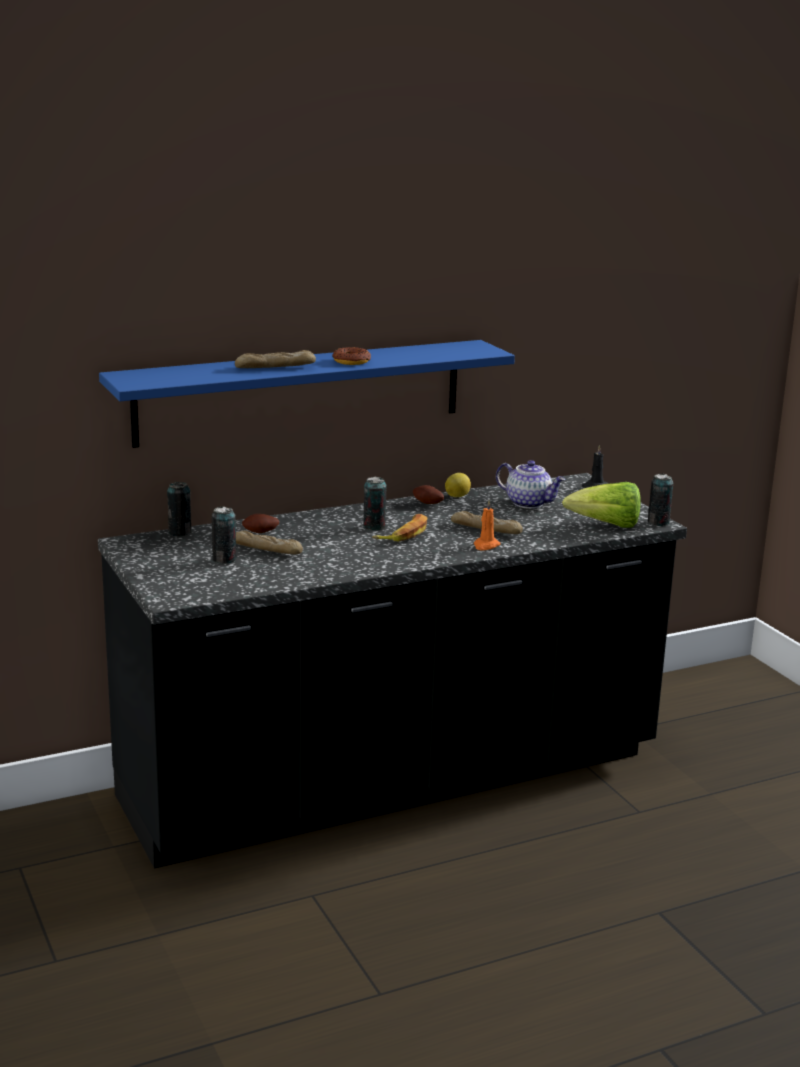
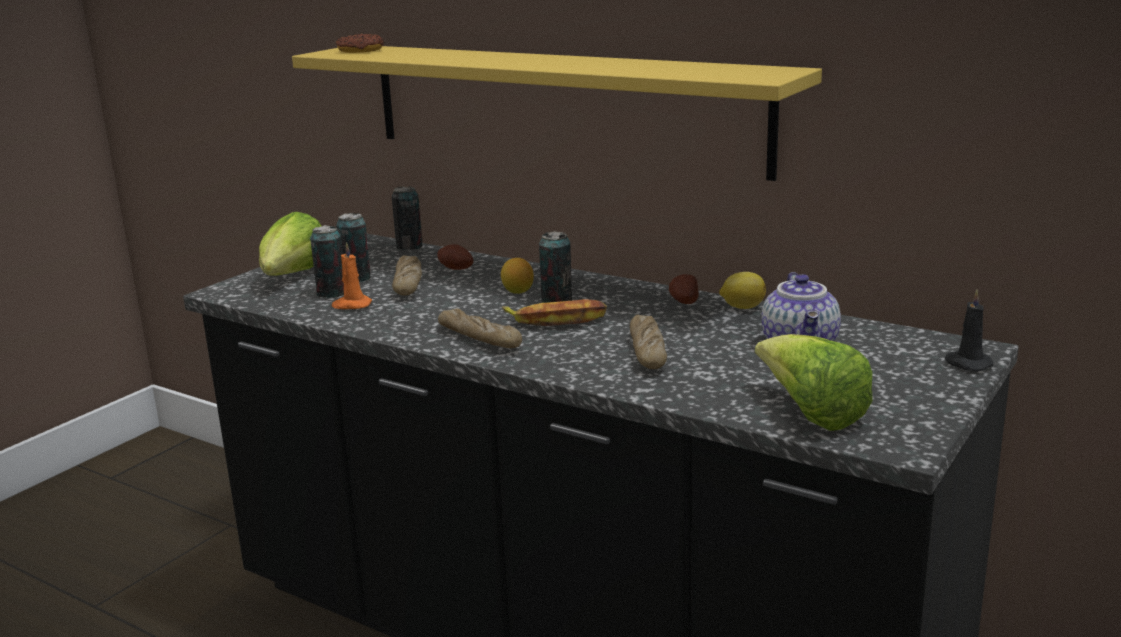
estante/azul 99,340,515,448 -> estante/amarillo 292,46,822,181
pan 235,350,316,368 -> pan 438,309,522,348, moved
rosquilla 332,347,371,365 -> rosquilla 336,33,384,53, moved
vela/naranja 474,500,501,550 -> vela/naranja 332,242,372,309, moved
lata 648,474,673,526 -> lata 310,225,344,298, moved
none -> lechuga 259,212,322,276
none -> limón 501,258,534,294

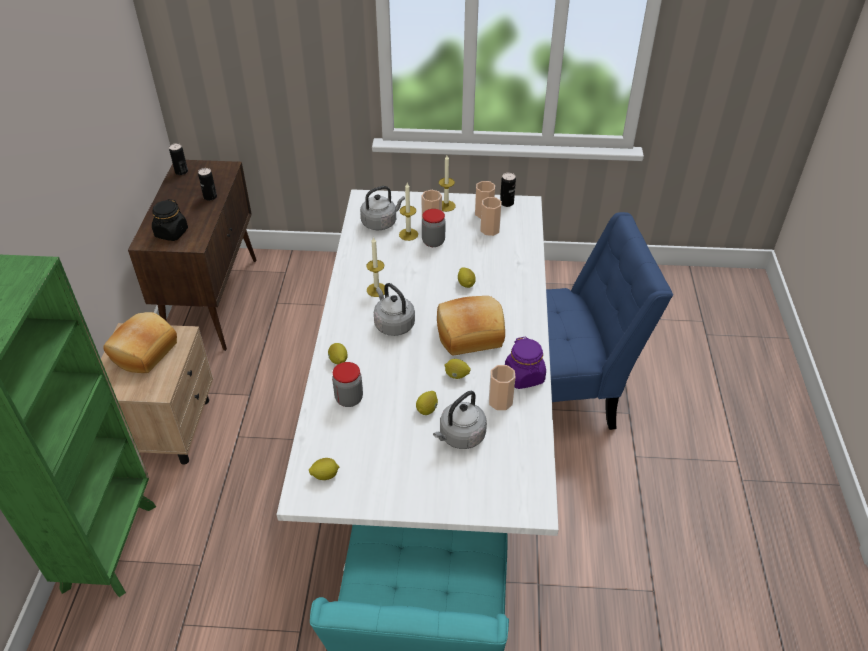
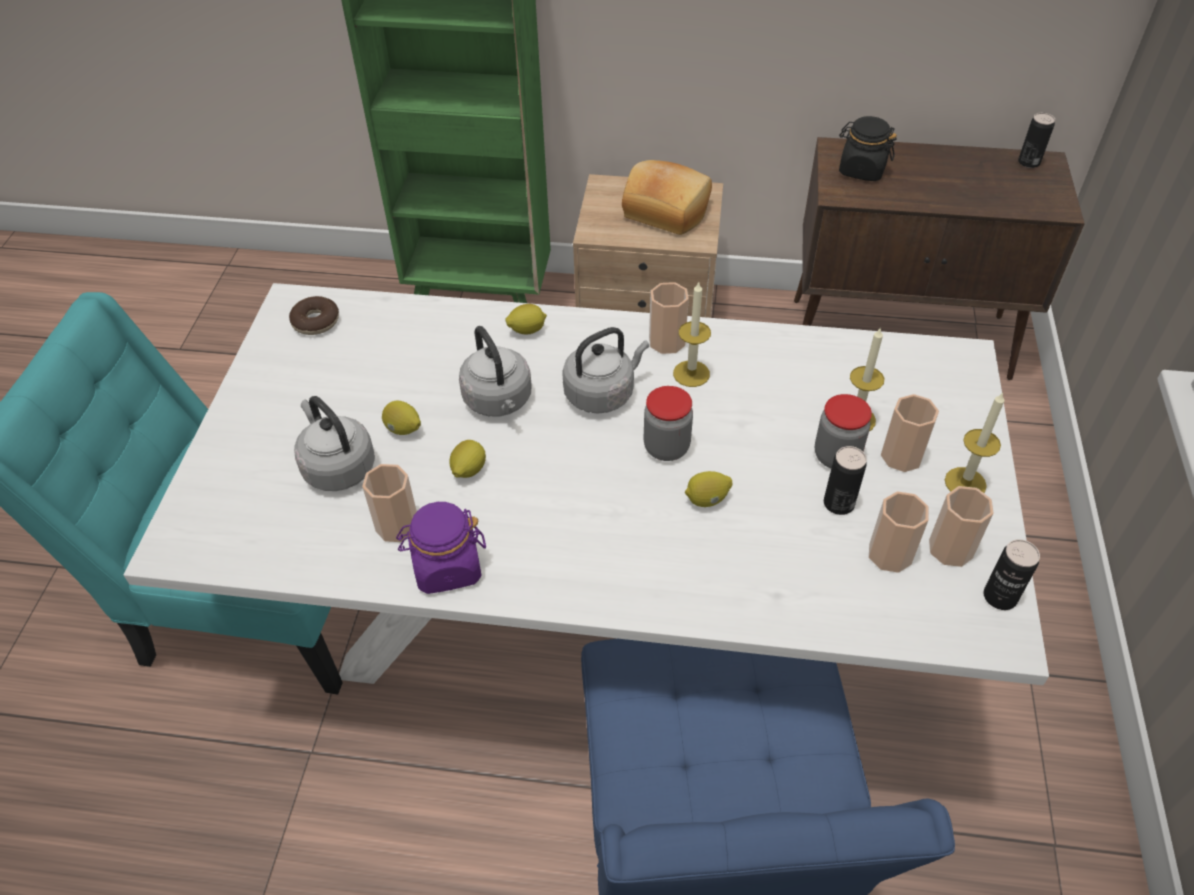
lata 198,168,217,201 -> lata 824,446,867,515, moved
limón 309,458,339,480 -> rosquilla 289,296,339,335
tarro 332,362,363,407 -> tarro 644,386,693,461, moved
hervidor/gris 360,186,405,230 -> hervidor/gris 459,326,532,417, moved
pan 437,296,505,356 -> none
none -> taza 649,282,689,354

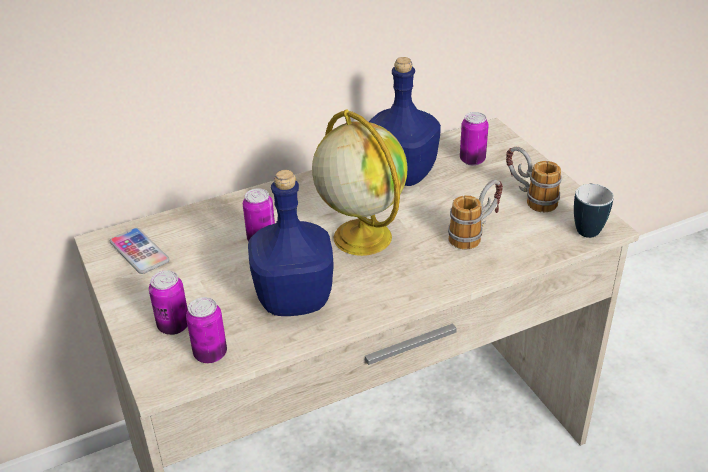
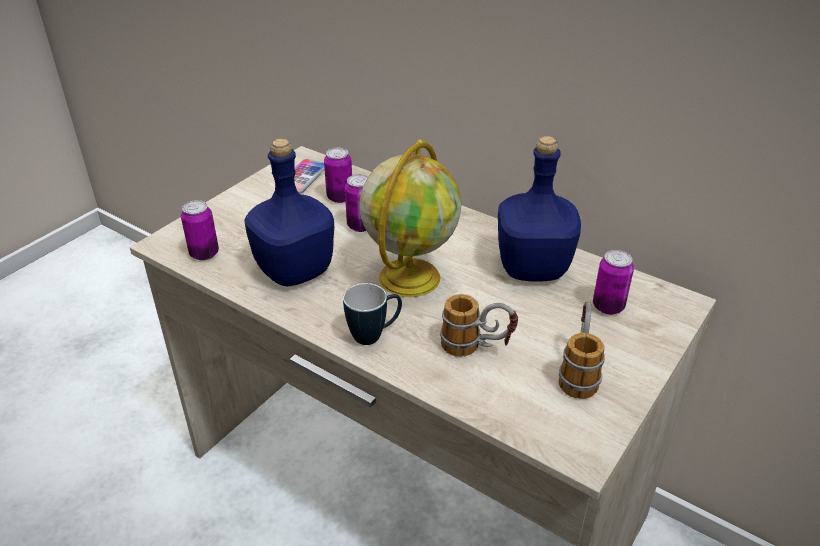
lata 149,270,188,335 -> lata 324,148,352,203, moved
taza grande 574,183,614,238 -> taza grande 343,283,402,345, moved

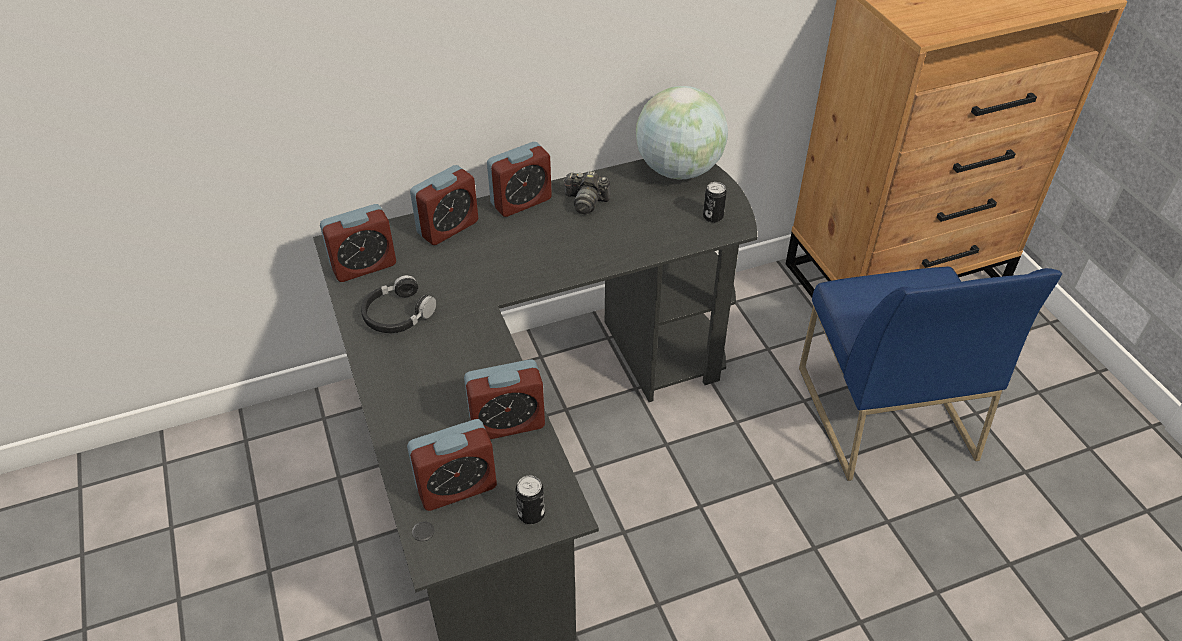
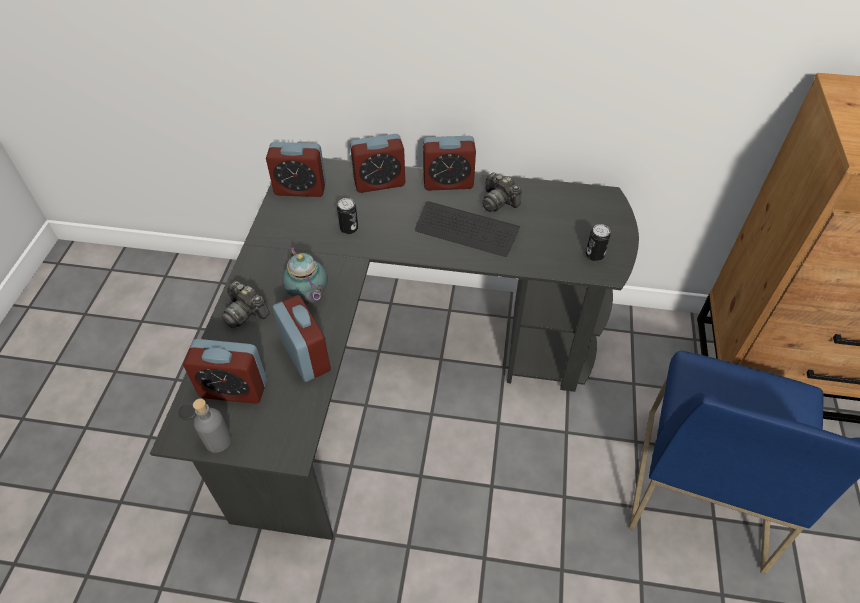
auriculares/negro 361,275,436,333 -> none
despertador 464,359,545,439 -> despertador 272,295,331,382, 135 degrees counterclockwise
lata 515,476,545,524 -> lata 337,198,358,234, moved
globo terráqueo 636,86,728,179 -> none
none -> botella/gris 193,398,232,453
none -> cámara 221,280,270,328
none -> tetera 282,247,328,304
none -> teclado 415,201,520,257

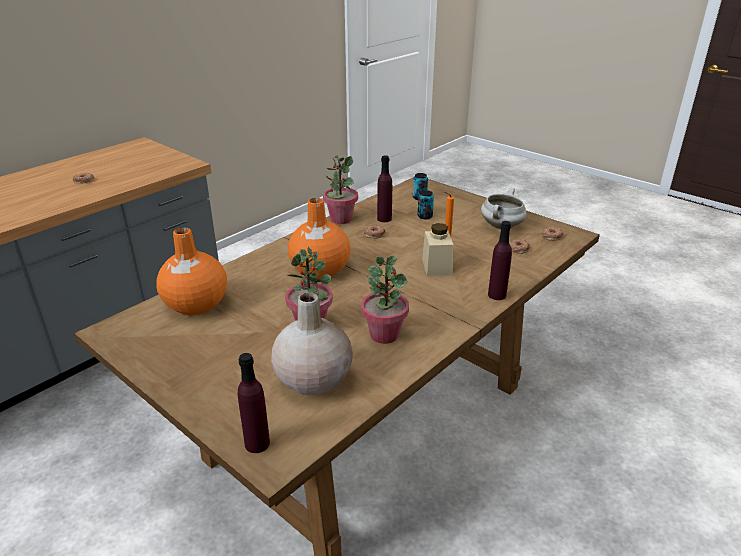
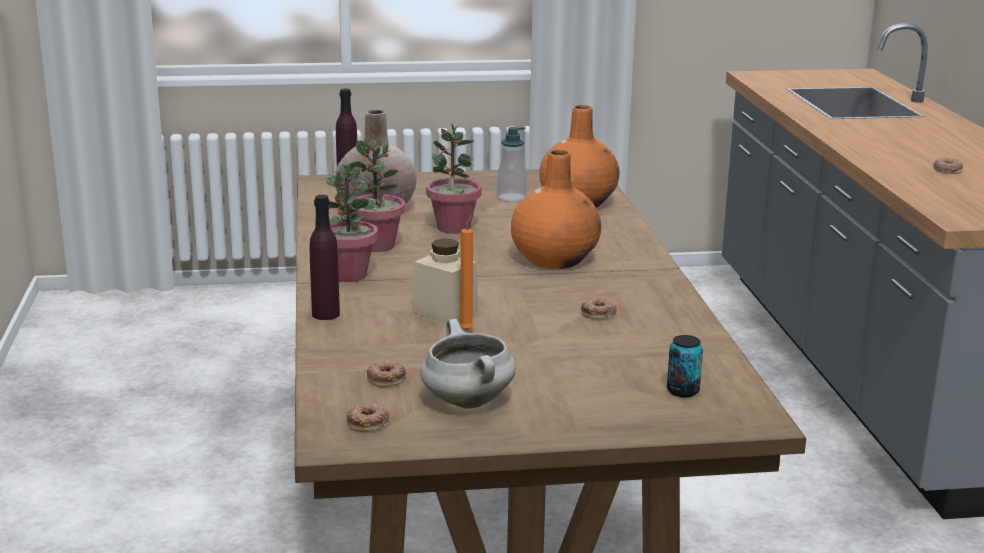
planta en maceta 323,155,358,224 -> planta en maceta 326,165,378,282, moved
botella/morado 377,156,392,222 -> none
lata 418,190,434,219 -> none
none -> dispensador de jabón 497,127,527,201

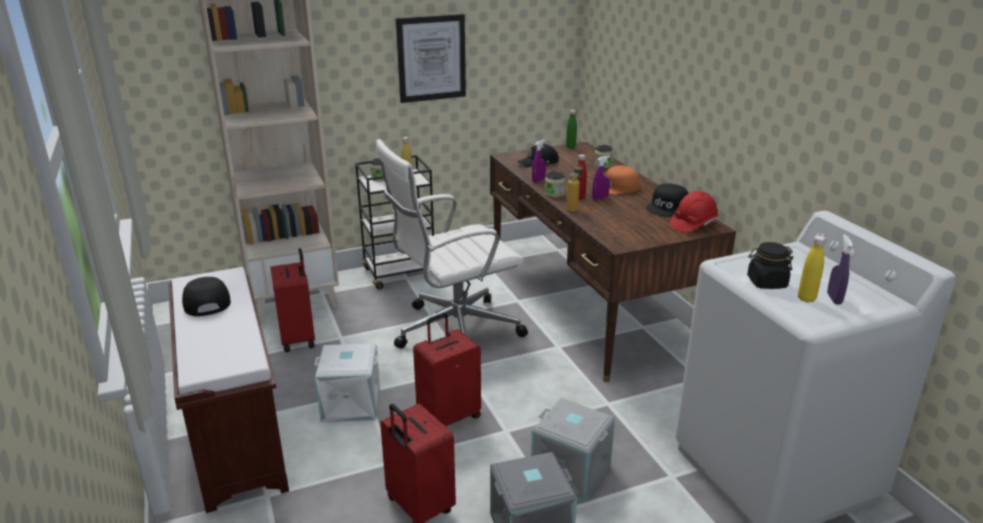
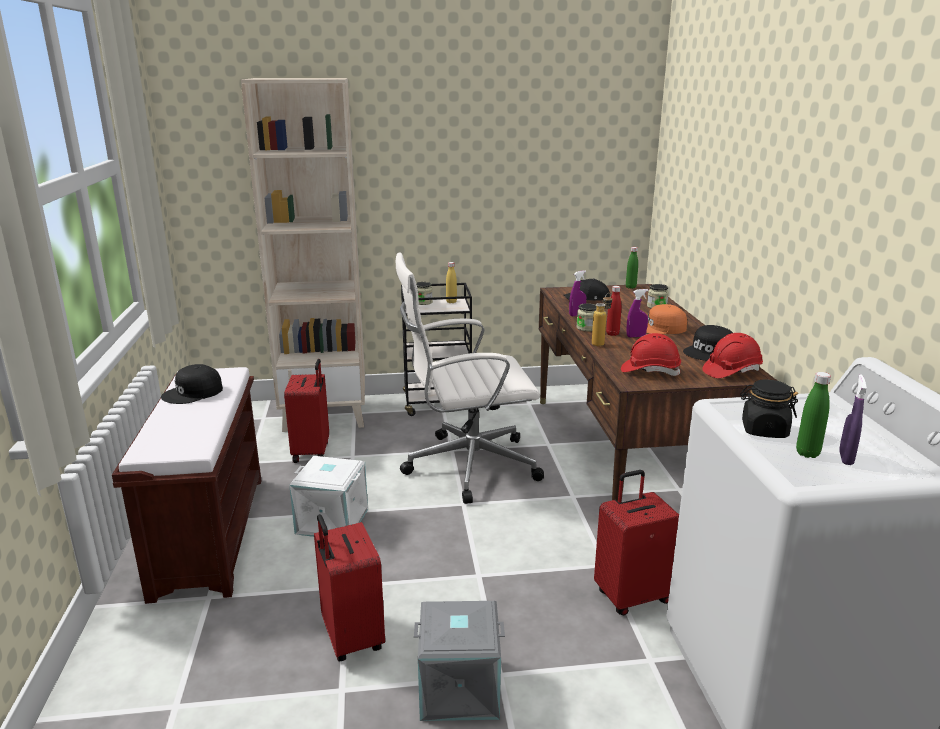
gorra/negro 182,277,231,316 -> gorra/negro 161,364,223,404, 120 degrees counterclockwise
cuadro 396,14,466,103 -> none
maleta/rojo 413,313,481,427 -> maleta/rojo 594,470,679,615, moved
caja de almacenaje/gris 531,398,615,502 -> none
botella/amarillo 798,236,826,303 -> botella/verde 796,372,831,458
none -> casco/rojo 621,333,681,376

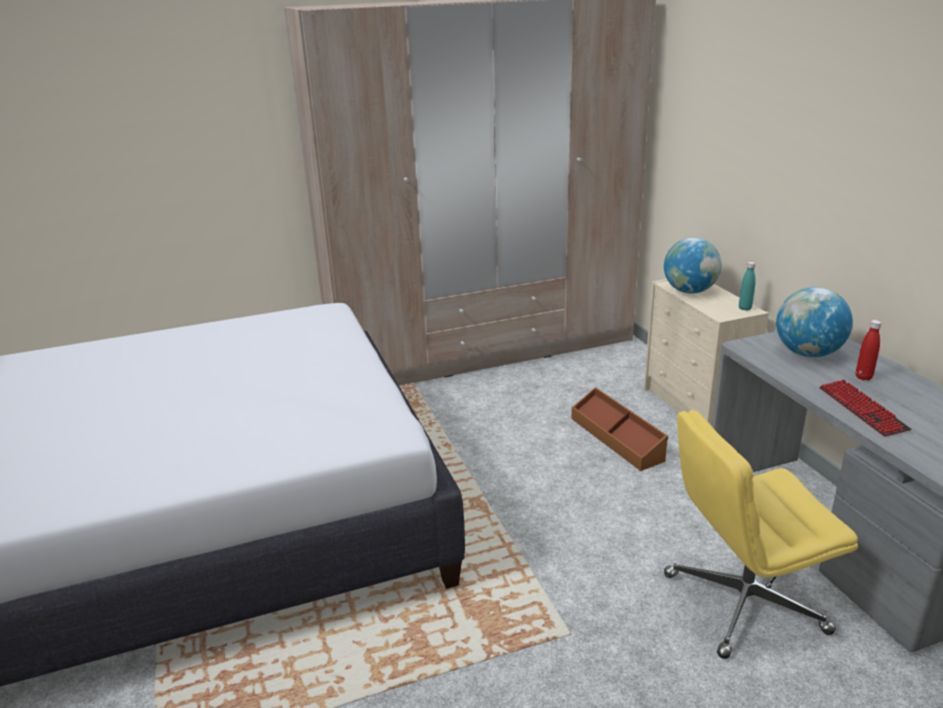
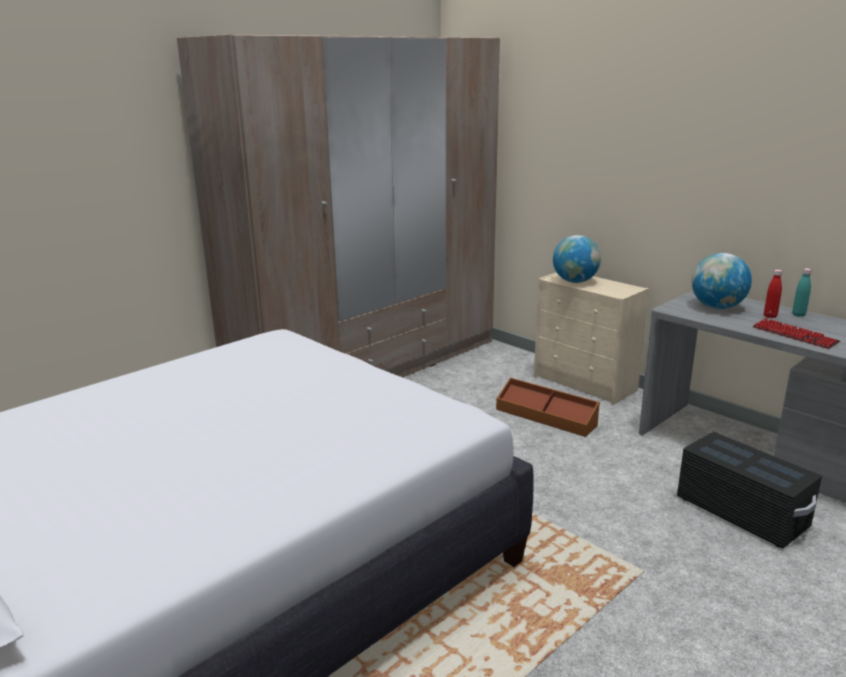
silla de oficina/amarillo 664,410,858,659 -> caja de almacenaje/negro 677,432,822,548
botella/turquesa 739,262,756,311 -> botella/turquesa 792,268,812,317, moved

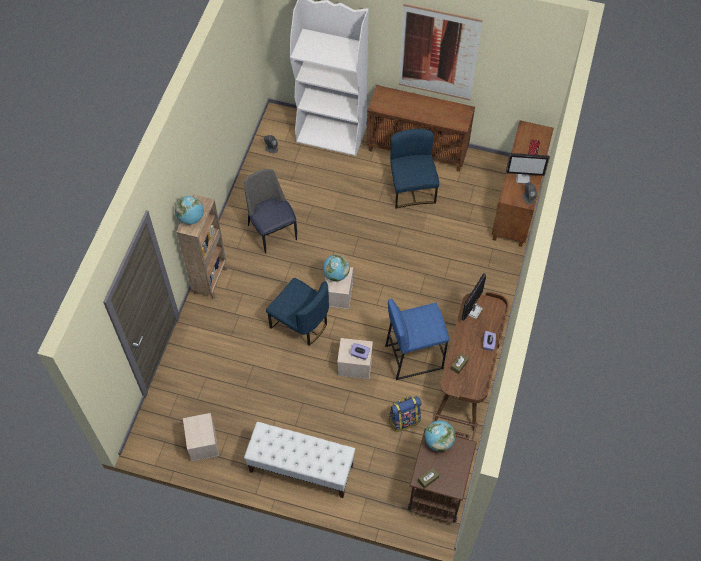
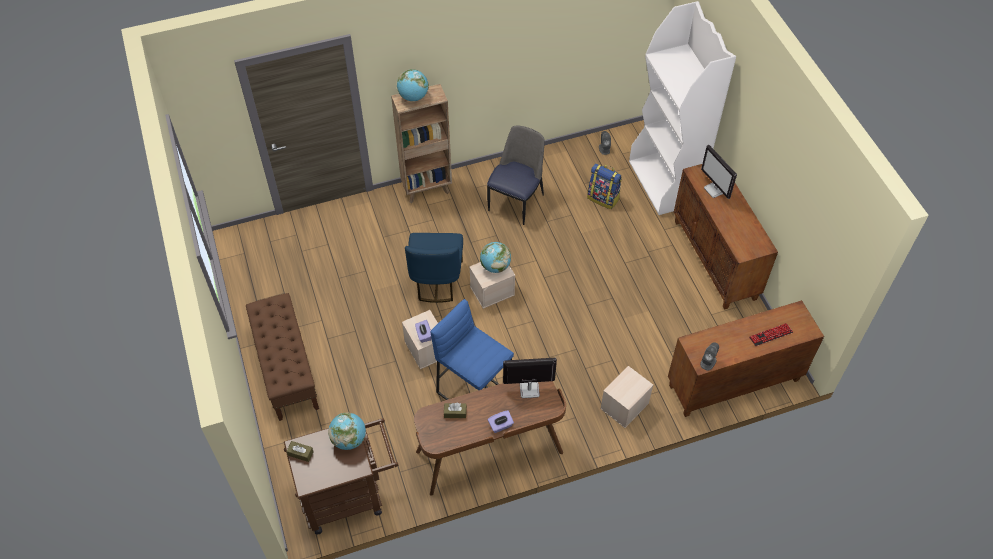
caja de almacenaje/beis 183,413,219,461 -> caja de almacenaje/beis 600,366,653,428, moved
banco/blanco 244,422,355,498 -> banco/marrón 246,293,319,421
mochila 388,396,421,432 -> mochila 587,163,622,209, moved
silla/azul 390,129,439,209 -> none
cuadro 399,4,483,100 -> none
monitor 506,153,550,184 -> monitor 701,145,737,199, moved

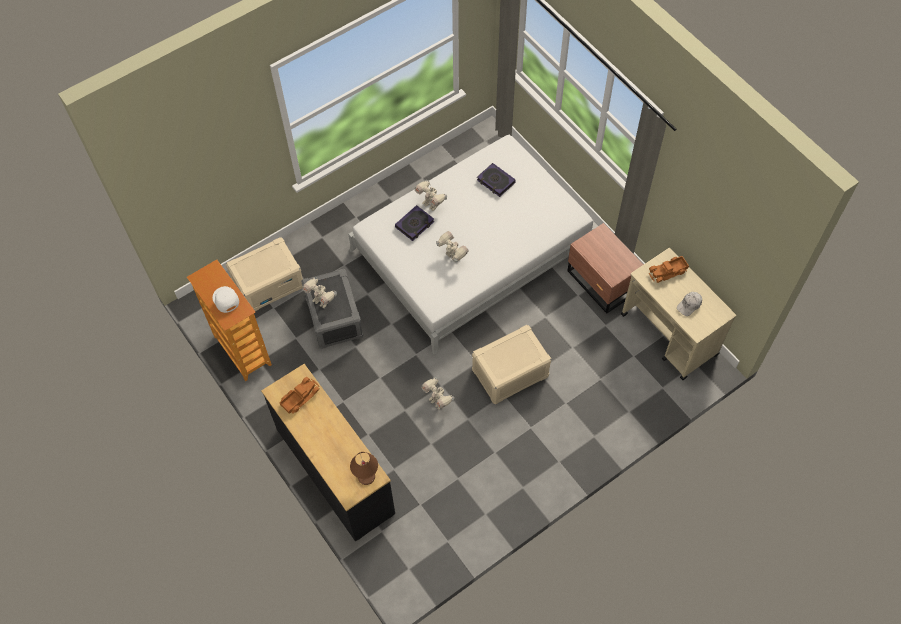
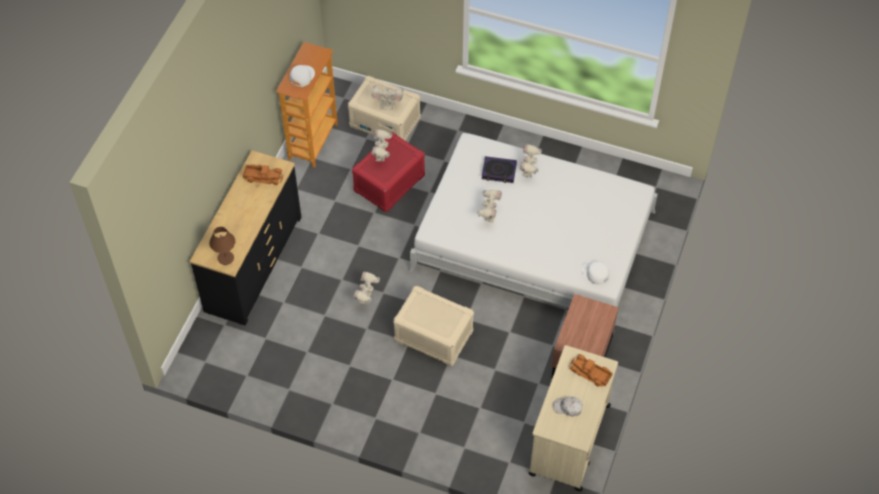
caja de almacenaje/gris 301,268,363,349 -> caja de almacenaje/rojo 352,132,425,212
libro 477,163,516,197 -> none
none -> robot de juguete 372,85,404,110
none -> gorra/blanco 582,260,609,285

